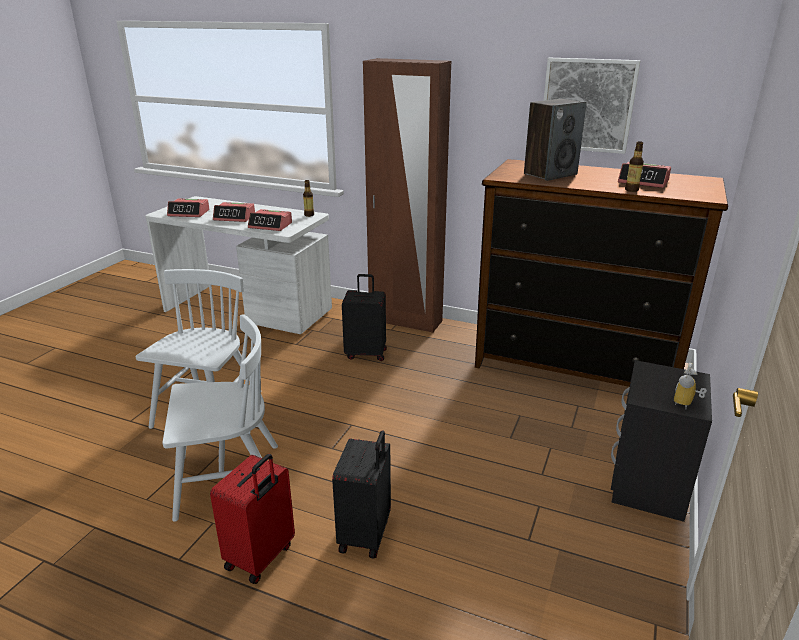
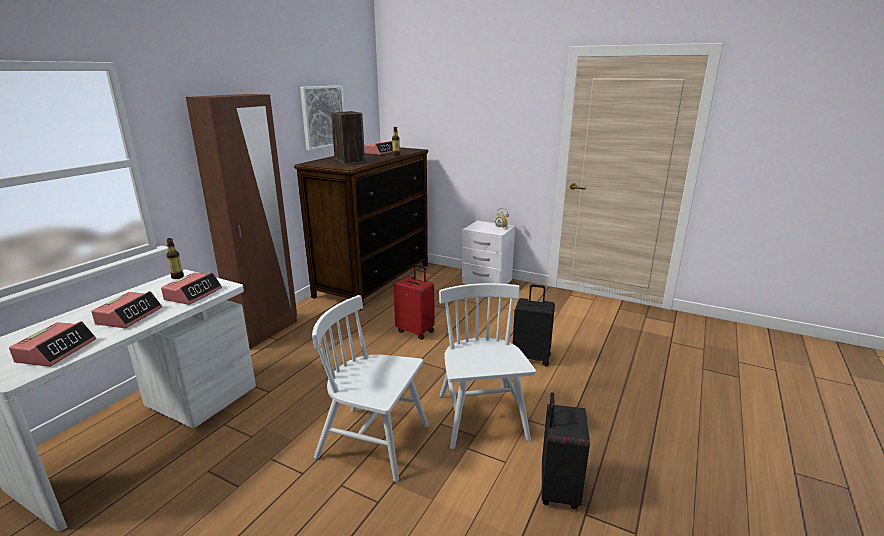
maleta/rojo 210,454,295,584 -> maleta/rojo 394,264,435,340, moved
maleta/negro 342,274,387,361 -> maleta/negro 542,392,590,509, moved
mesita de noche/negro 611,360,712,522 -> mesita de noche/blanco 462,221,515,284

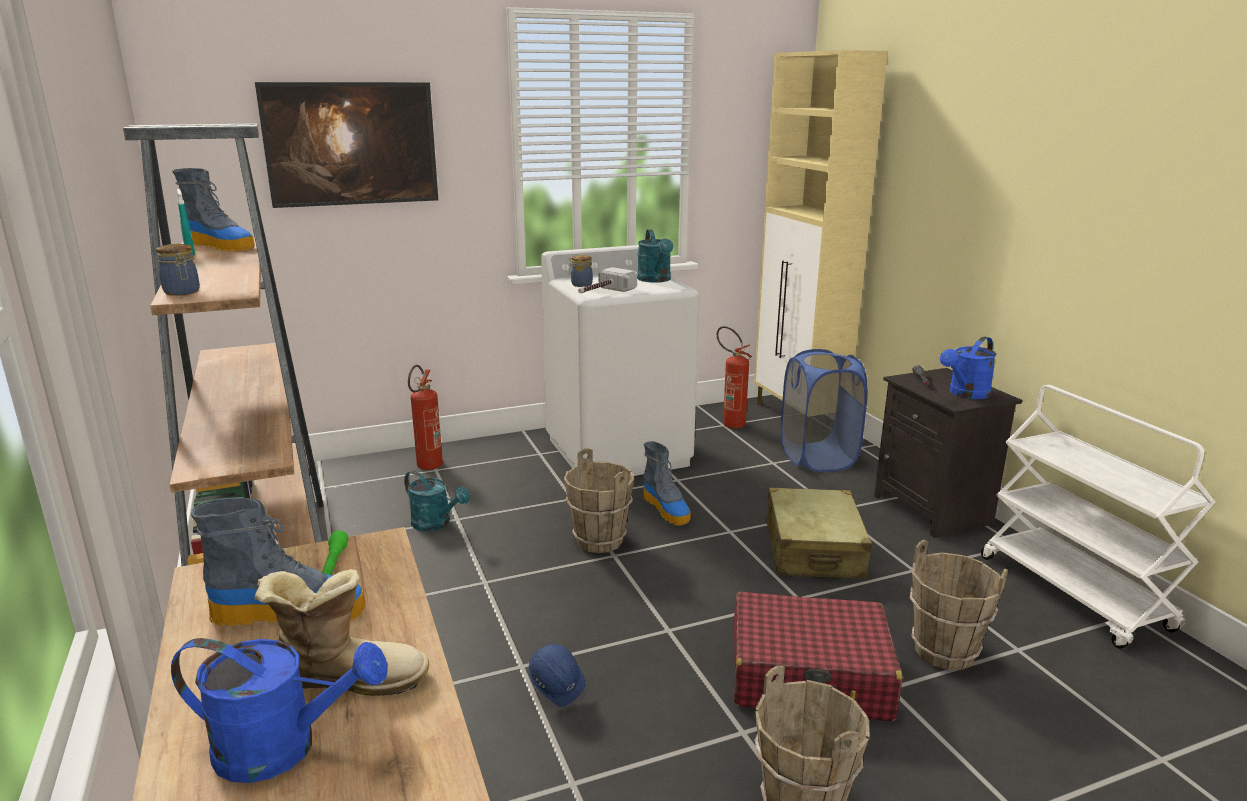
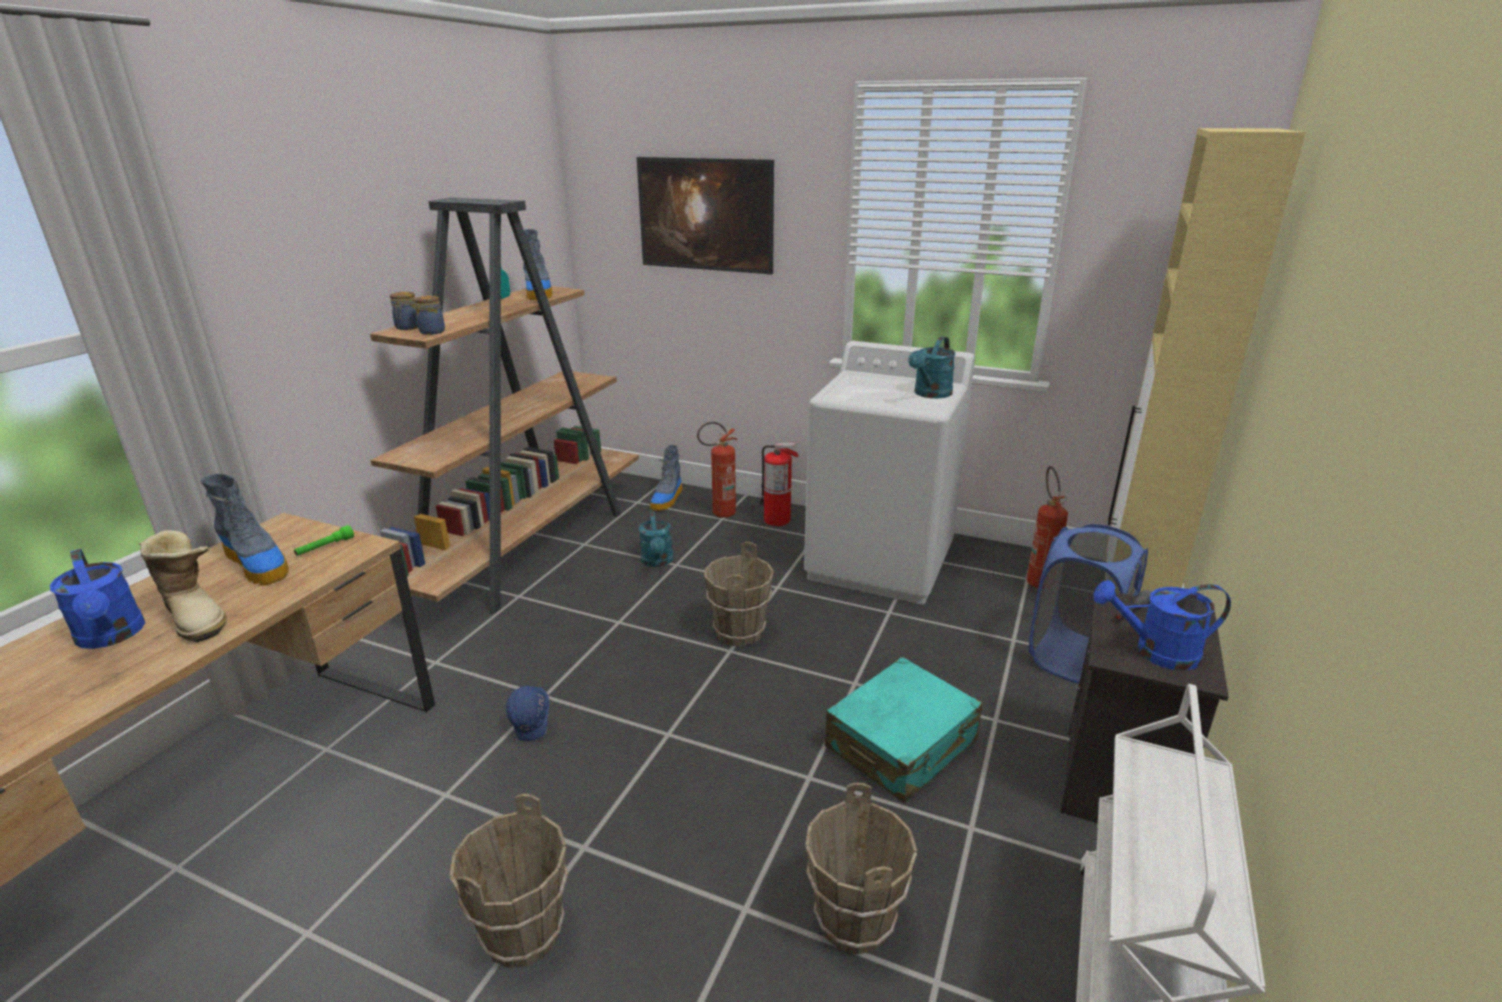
tarro 569,255,593,287 -> tarro 414,296,445,335, moved
martillo 578,267,637,293 -> none
bota 643,441,690,525 -> bota 650,445,683,511, moved
maleta/rojo 734,592,903,721 -> none
maleta/beis 766,488,872,579 -> maleta/turquesa 825,657,983,803
none -> extintor 759,443,799,526

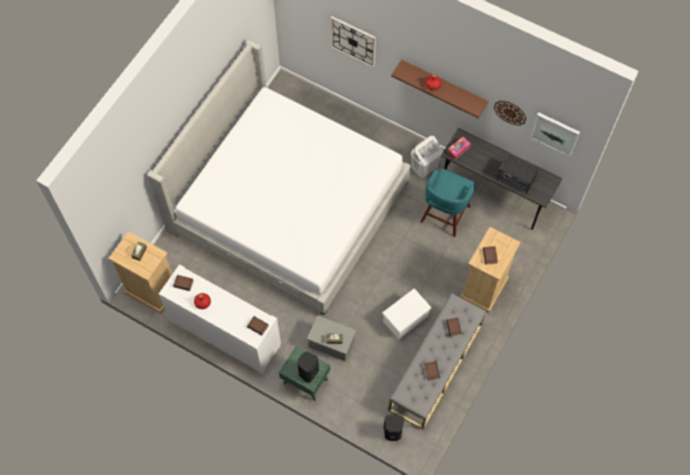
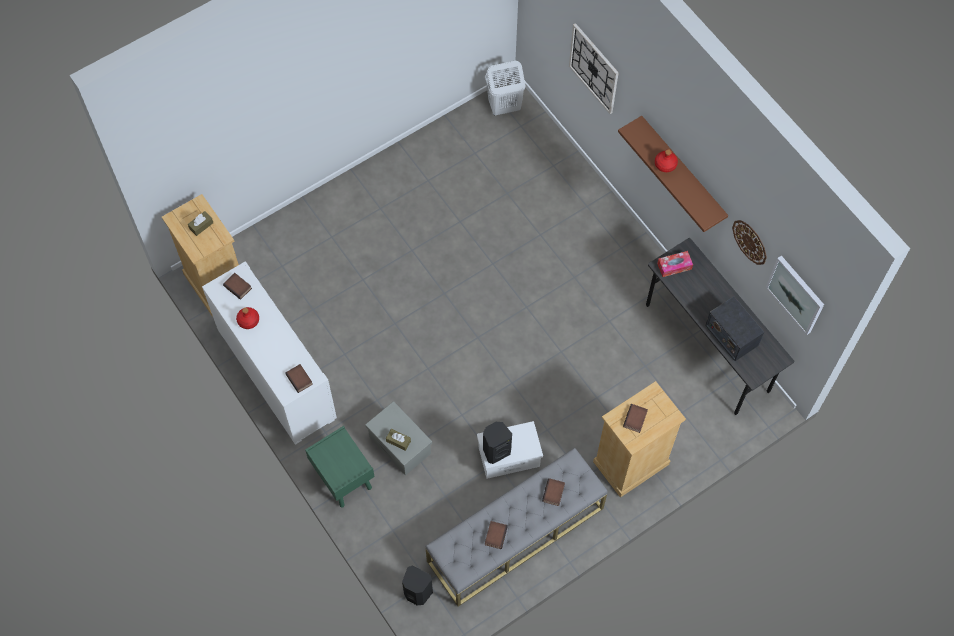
cama 147,39,411,315 -> none
altavoz/negro 298,352,319,383 -> altavoz/negro 483,422,512,464, moved
cesto de la ropa/blanco 411,136,442,178 -> cesto de la ropa/blanco 485,61,526,116, moved
taburete/turquesa 421,168,475,237 -> none

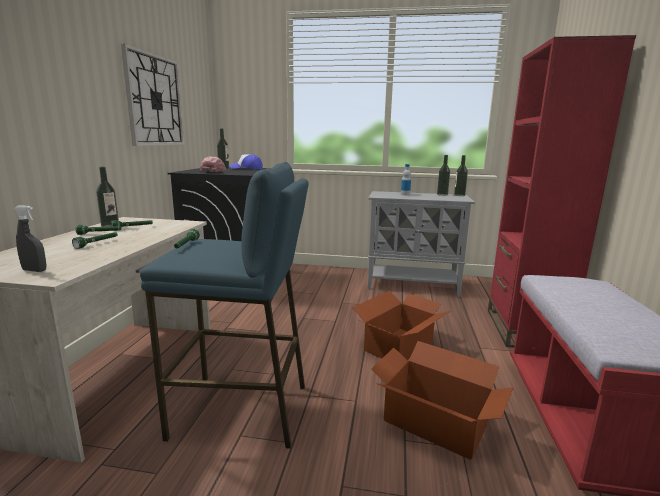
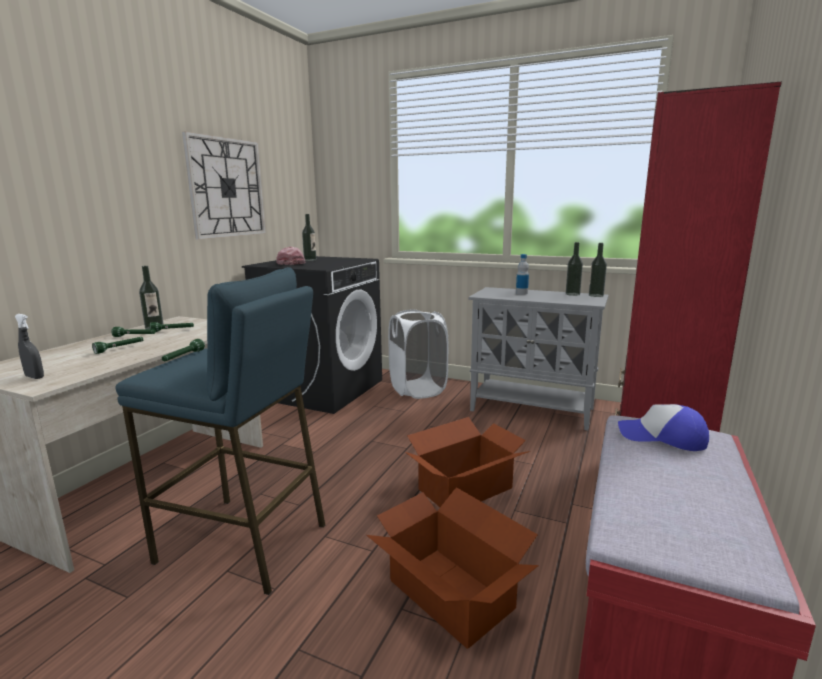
gorra 230,154,263,169 -> gorra 618,404,709,451, moved
none -> cesto de la ropa/blanco 388,310,448,399

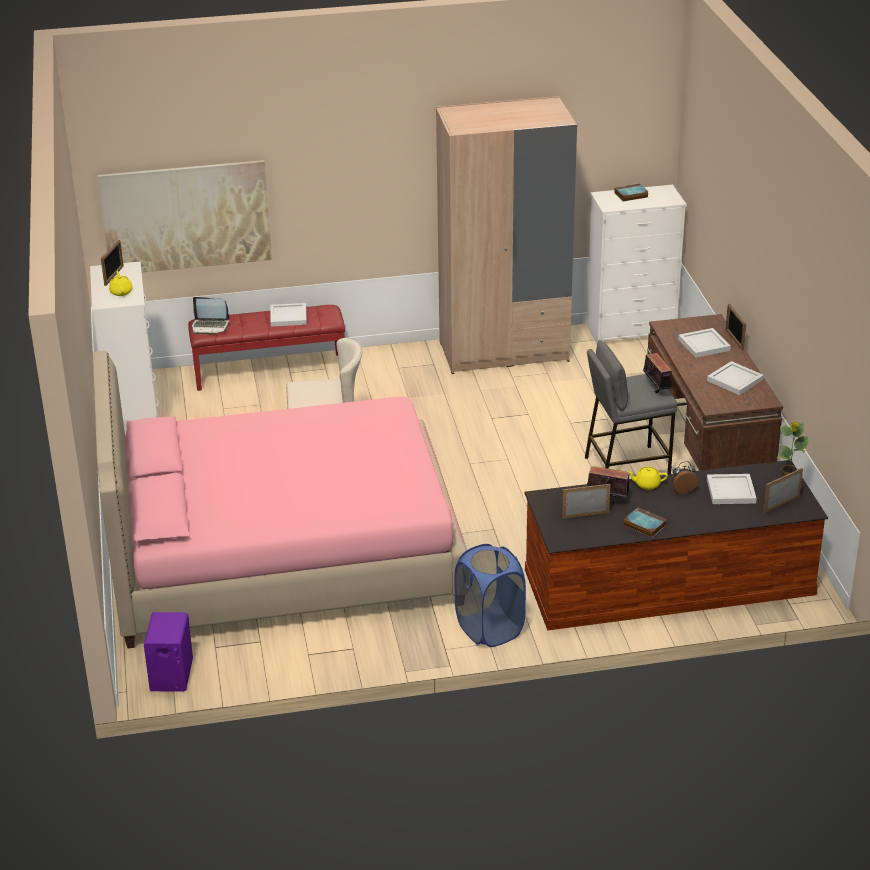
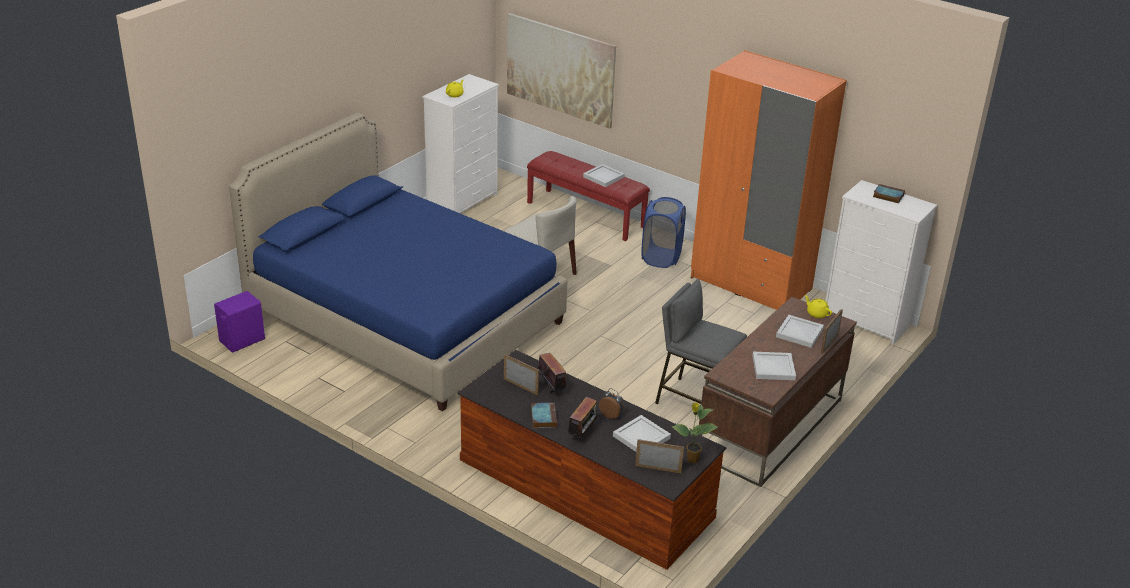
cama/rosa 92,351,467,648 -> cama/azul 229,112,568,411
portarretratos 101,240,124,286 -> none
portátil 192,297,229,335 -> none
armario ropero/beis 436,96,577,374 -> armario ropero/naranja 691,50,847,310
cesto de la ropa/azul 455,544,526,647 -> cesto de la ropa/azul 641,197,686,268, moved
tetera/amarillo 627,467,668,490 -> tetera/amarillo 805,295,832,318, moved
radio 643,353,673,394 -> radio 568,397,598,438, moved

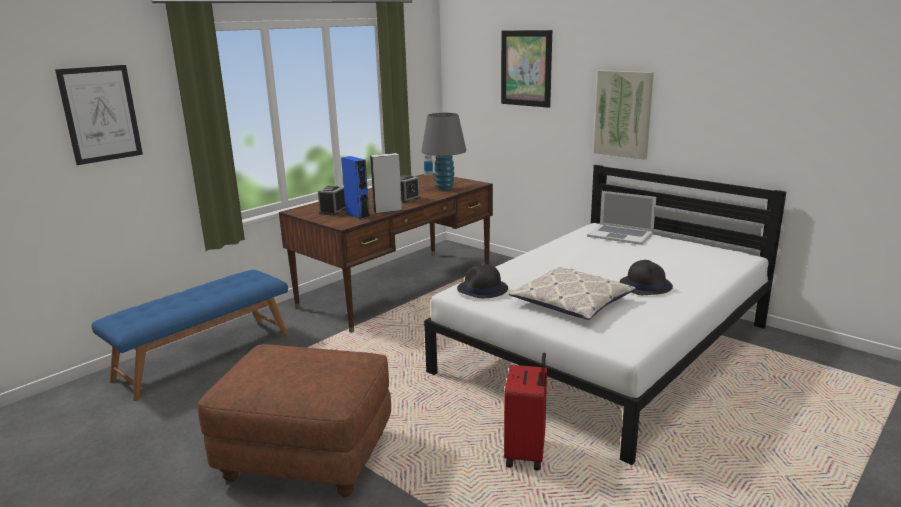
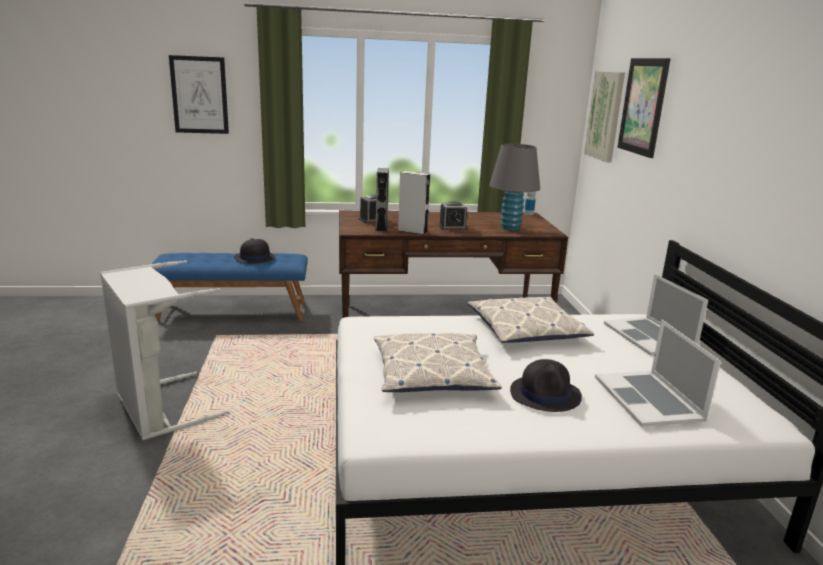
puf/marrón 197,344,391,497 -> cesto de la ropa/gris 100,260,229,441
altavoz/azul 341,156,369,219 -> altavoz/gris 375,168,389,232
sombrero/negro 457,264,508,298 -> sombrero/negro 234,238,276,263, moved
maleta/rojo 504,352,547,470 -> none
cuadro 594,70,654,160 -> cuadro 584,71,625,163, moved
none -> cojín 468,296,594,343
none -> portátil 595,319,721,427

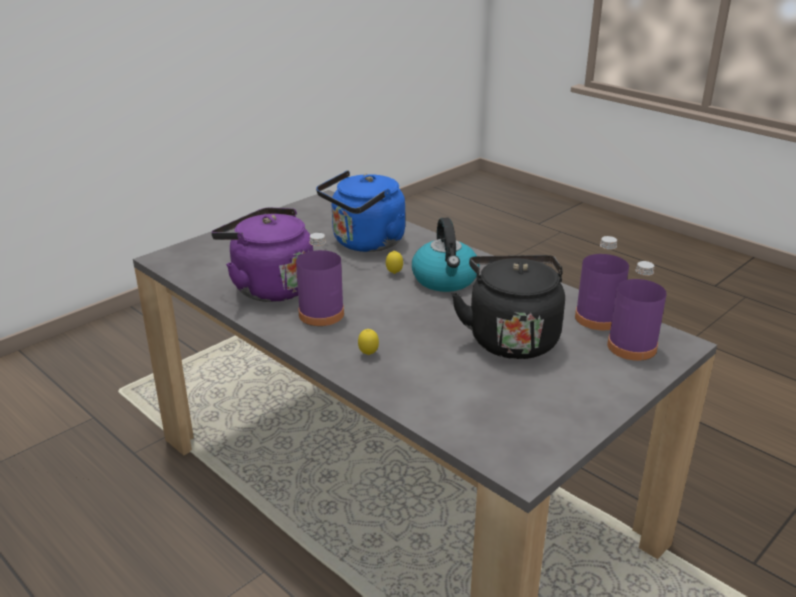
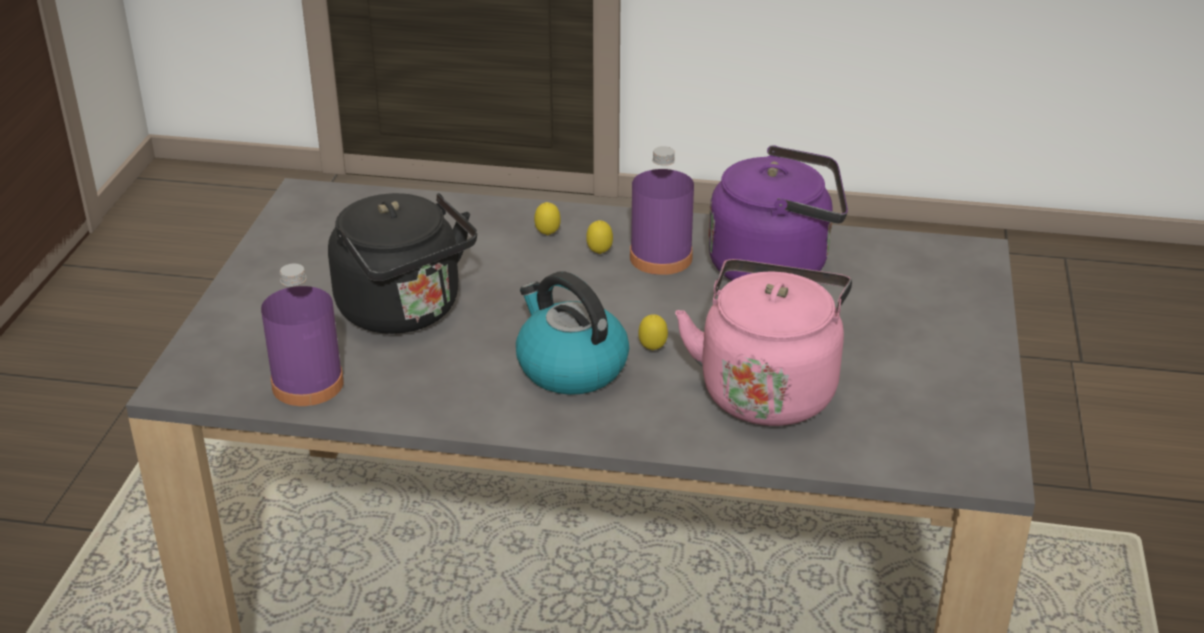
hervidor/azul 316,170,405,252 -> hervidor/rosa 675,259,852,426
botella/morado 607,261,667,361 -> none
none -> limón 586,220,613,254

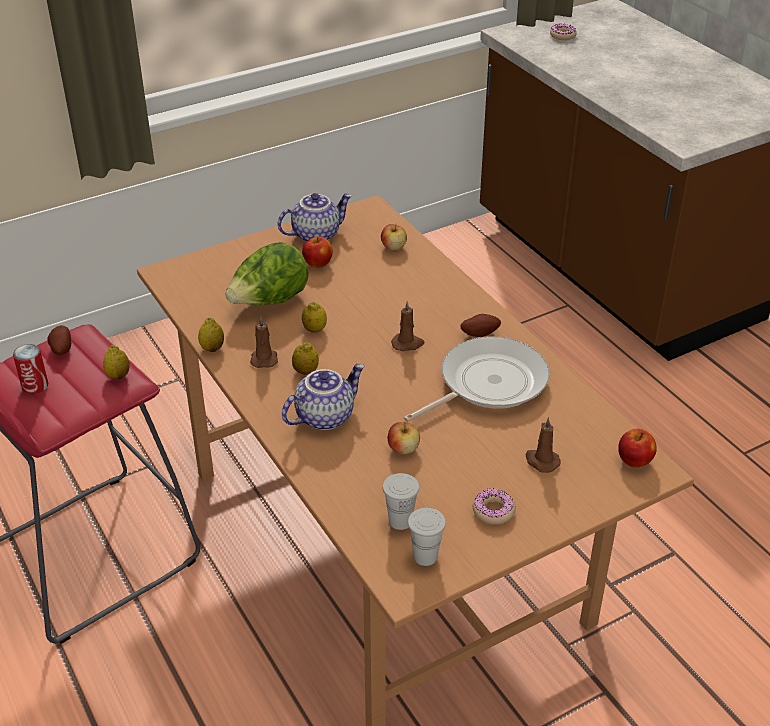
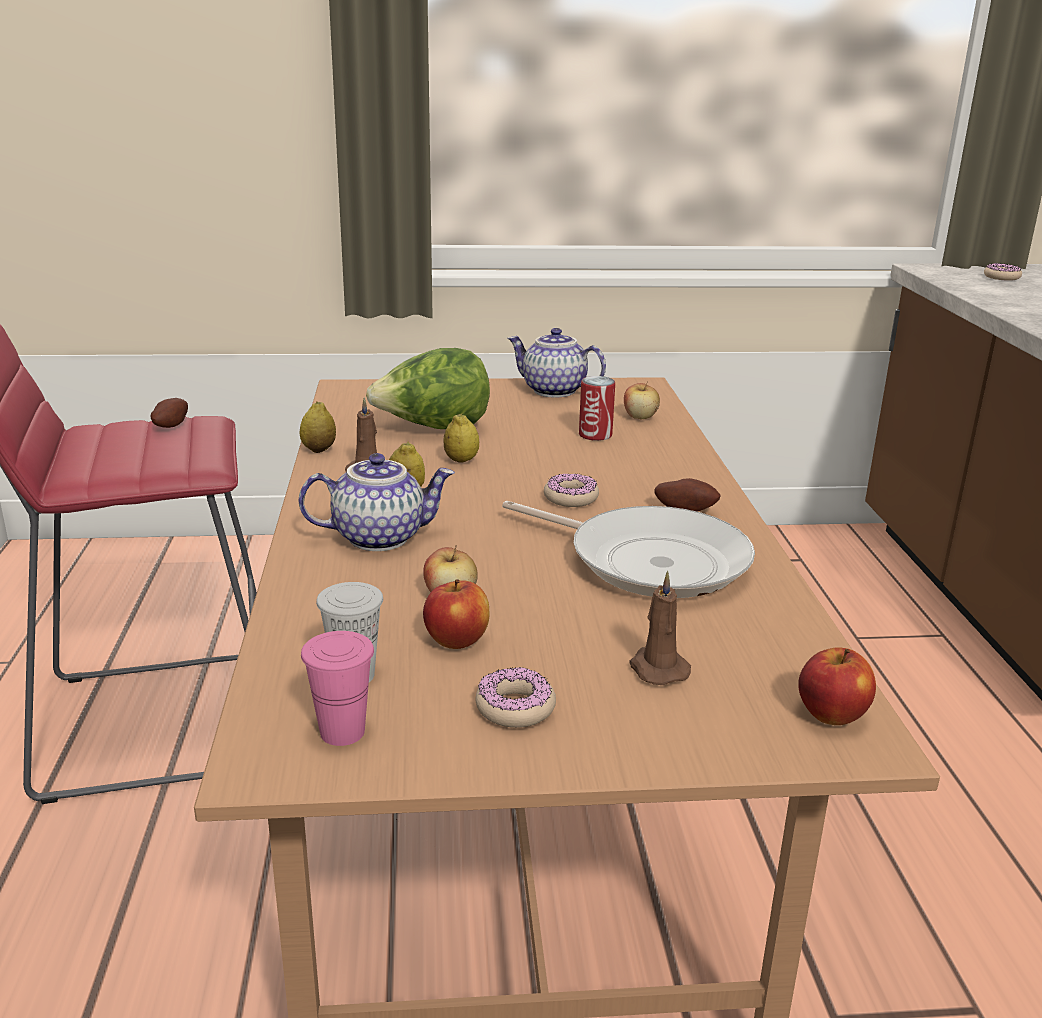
lata 13,344,48,394 -> lata 579,376,615,441, moved
limón 103,345,129,380 -> none
tetera 278,193,352,242 -> tetera 508,328,606,397, 150 degrees counterclockwise
manzana 302,236,333,268 -> manzana 423,579,490,649, moved
vela/marrón 391,301,424,351 -> rosquilla 544,473,599,507
sartén 404,336,550,422 -> sartén 502,501,755,598, 45 degrees clockwise
taza/blanco 408,508,446,566 -> taza/rosa 301,631,374,746

